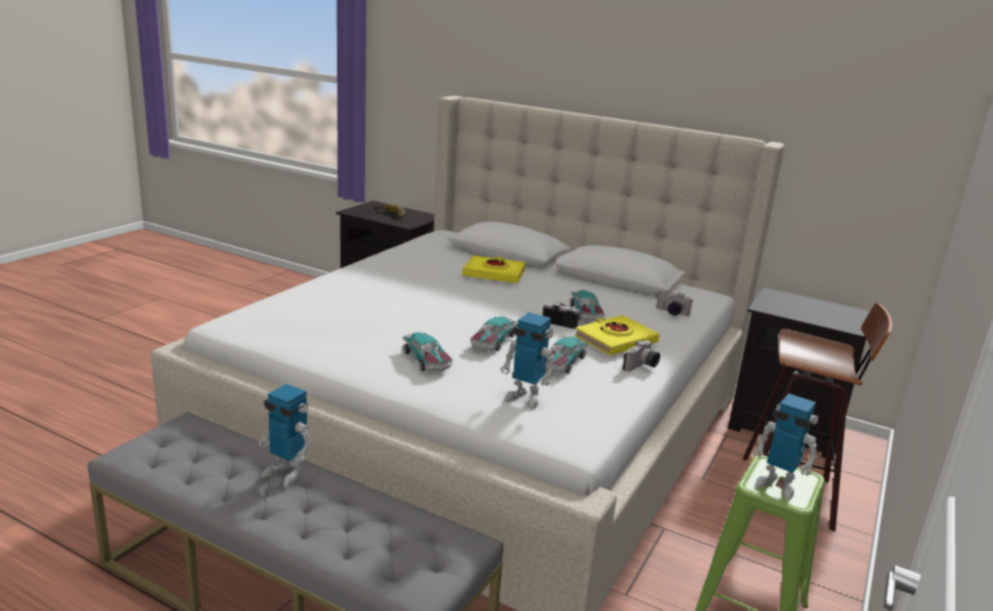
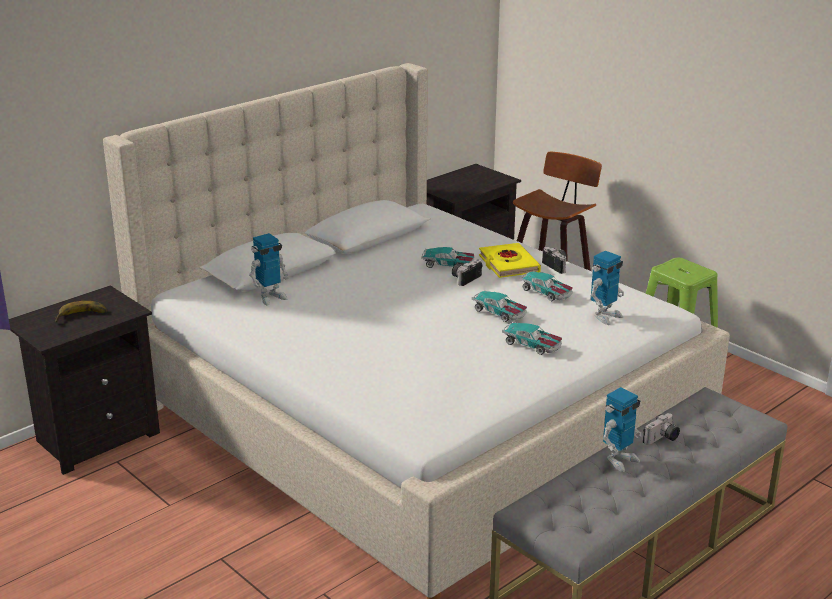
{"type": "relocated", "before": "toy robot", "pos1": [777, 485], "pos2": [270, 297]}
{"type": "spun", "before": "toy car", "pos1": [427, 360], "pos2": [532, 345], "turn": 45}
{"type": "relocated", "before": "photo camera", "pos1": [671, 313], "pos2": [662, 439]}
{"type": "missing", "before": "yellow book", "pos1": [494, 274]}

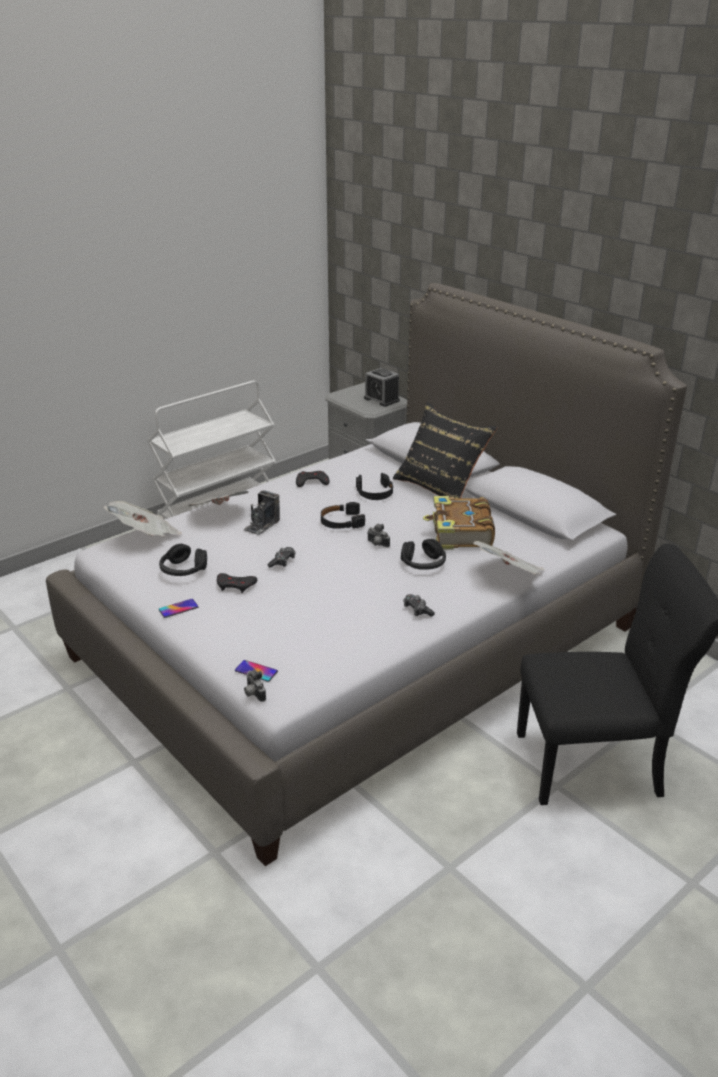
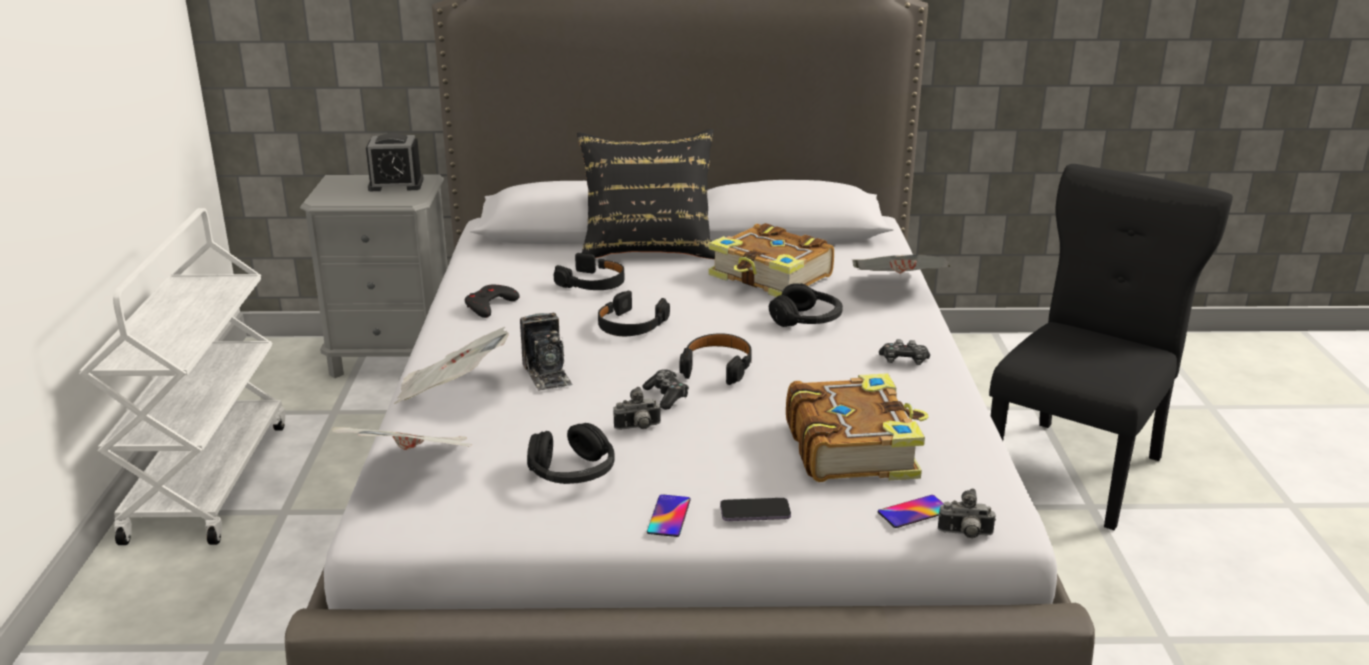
{"type": "relocated", "before": "photo camera", "pos1": [377, 544], "pos2": [638, 428]}
{"type": "appeared", "after": "black headphones", "pos2": [717, 366]}
{"type": "appeared", "after": "phone", "pos2": [755, 512]}
{"type": "appeared", "after": "book", "pos2": [852, 447]}
{"type": "missing", "before": "black game controller", "pos1": [235, 585]}

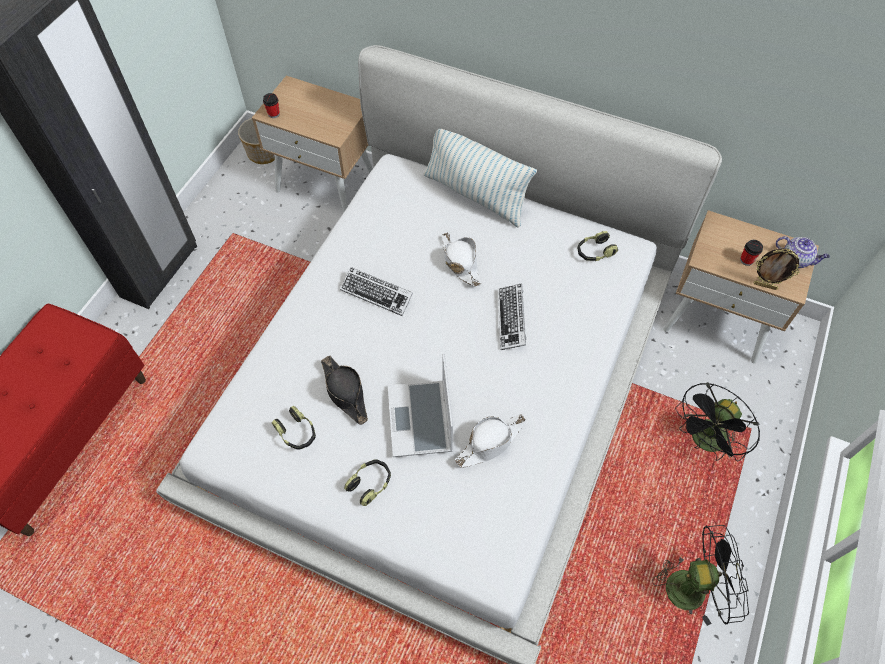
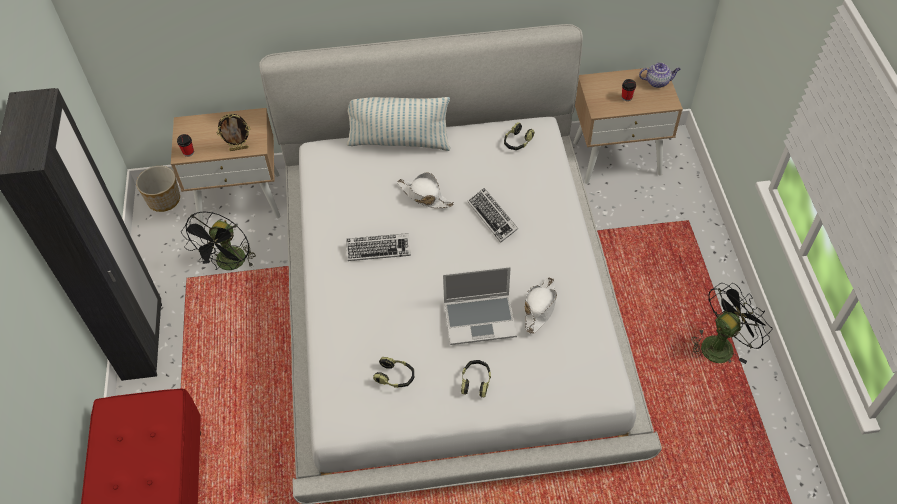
{"type": "relocated", "before": "black fan", "pos1": [705, 442], "pos2": [229, 265]}
{"type": "relocated", "before": "picture frame", "pos1": [765, 285], "pos2": [239, 148]}
{"type": "spun", "before": "laptop", "pos1": [421, 420], "pos2": [480, 319], "turn": -60}
{"type": "missing", "before": "black hat", "pos1": [345, 392]}

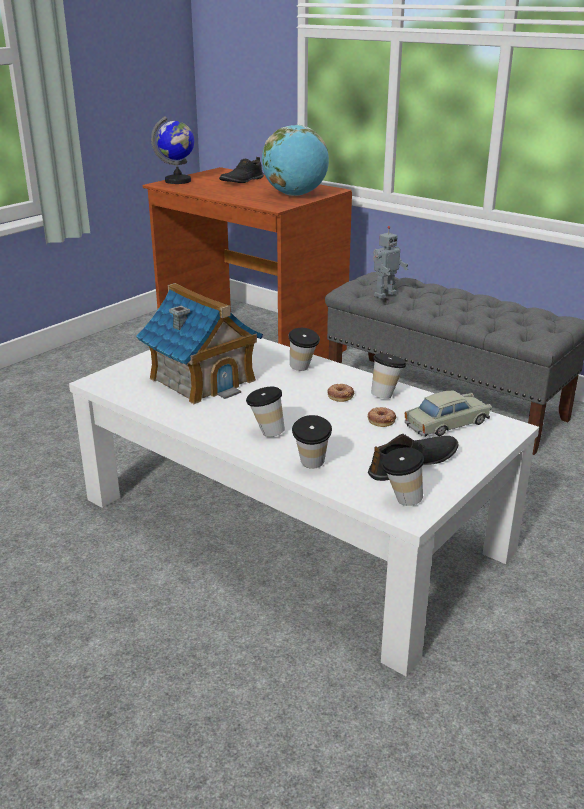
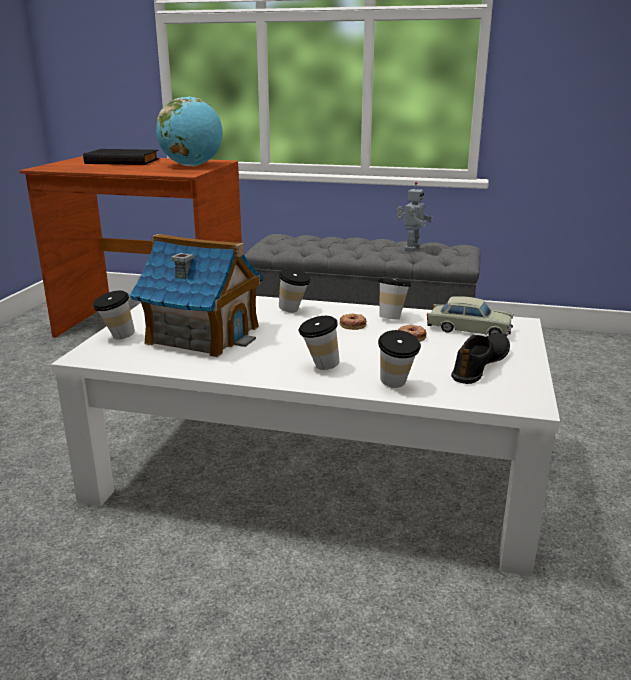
{"type": "exchanged", "before": "black shoe", "after": "black book", "pos1": [242, 181], "pos2": [123, 161]}
{"type": "relocated", "before": "cup", "pos1": [401, 501], "pos2": [116, 337]}
{"type": "relocated", "before": "toy robot", "pos1": [384, 294], "pos2": [411, 248]}
{"type": "spun", "before": "beige toy car", "pos1": [446, 424], "pos2": [468, 329], "turn": 75}
{"type": "missing", "before": "globe", "pos1": [178, 181]}

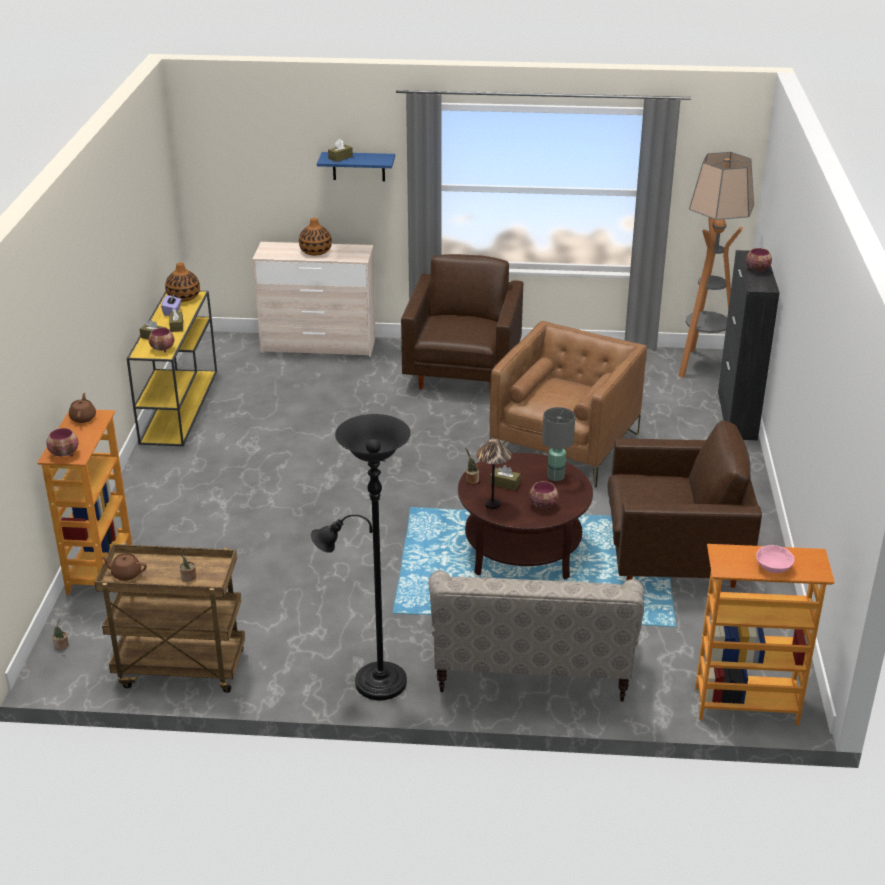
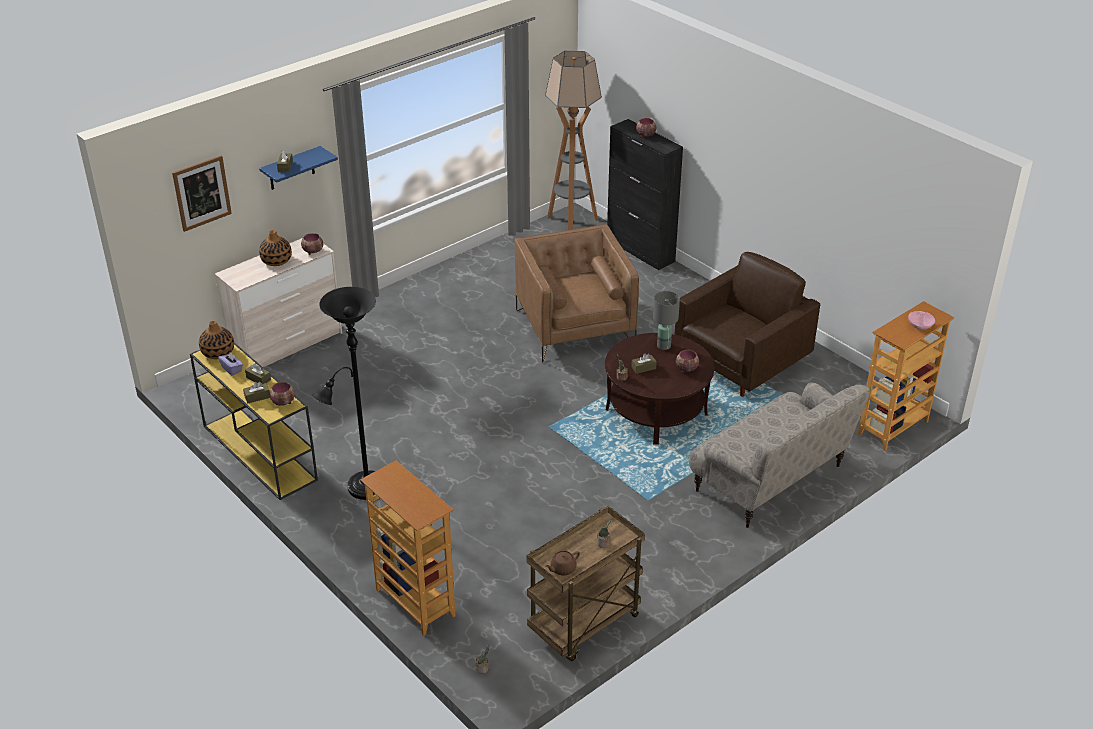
{"type": "appeared", "after": "picture", "pos2": [202, 193]}
{"type": "relocated", "before": "bowl", "pos1": [65, 454], "pos2": [313, 251]}
{"type": "relocated", "before": "black floor lamp", "pos1": [373, 682], "pos2": [362, 489]}
{"type": "missing", "before": "brown teapot", "pos1": [83, 418]}
{"type": "missing", "before": "brown armchair", "pos1": [463, 372]}
{"type": "missing", "before": "table lamp", "pos1": [492, 504]}

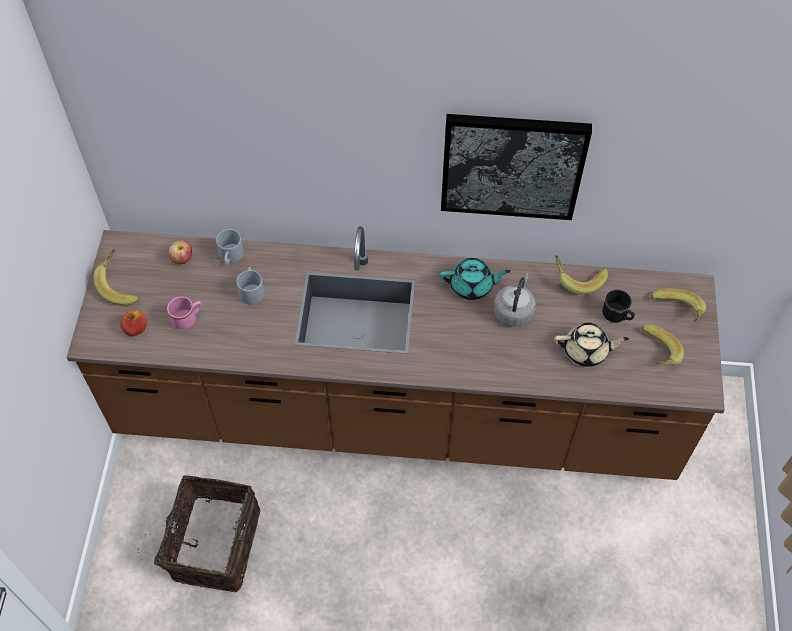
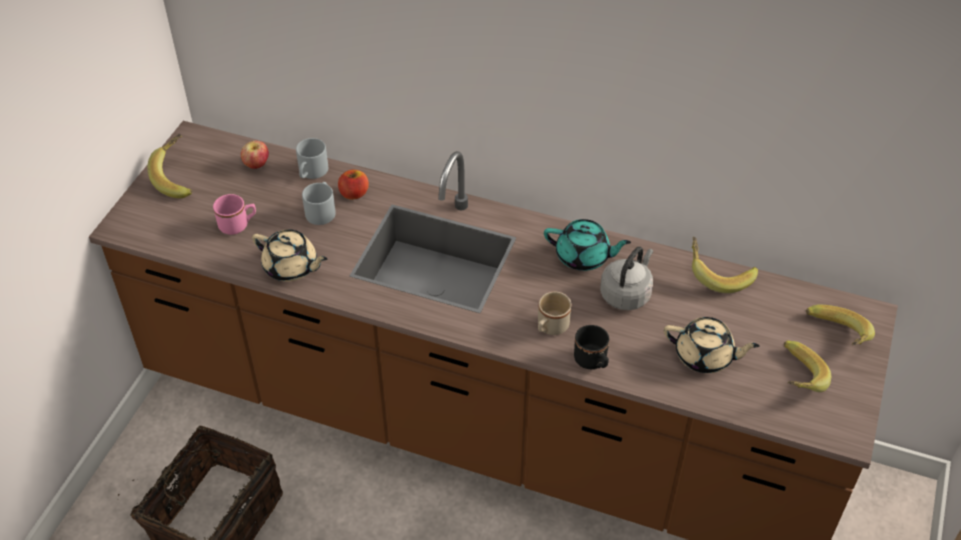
{"type": "appeared", "after": "beige teapot", "pos2": [291, 267]}
{"type": "relocated", "before": "apple", "pos1": [135, 329], "pos2": [354, 193]}
{"type": "appeared", "after": "beige mug", "pos2": [550, 328]}
{"type": "relocated", "before": "black mug", "pos1": [617, 316], "pos2": [592, 362]}
{"type": "missing", "before": "picture", "pos1": [512, 165]}

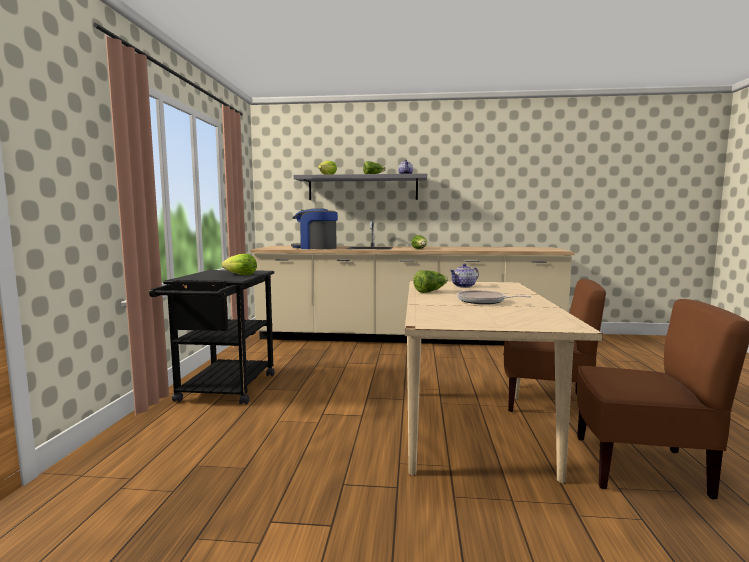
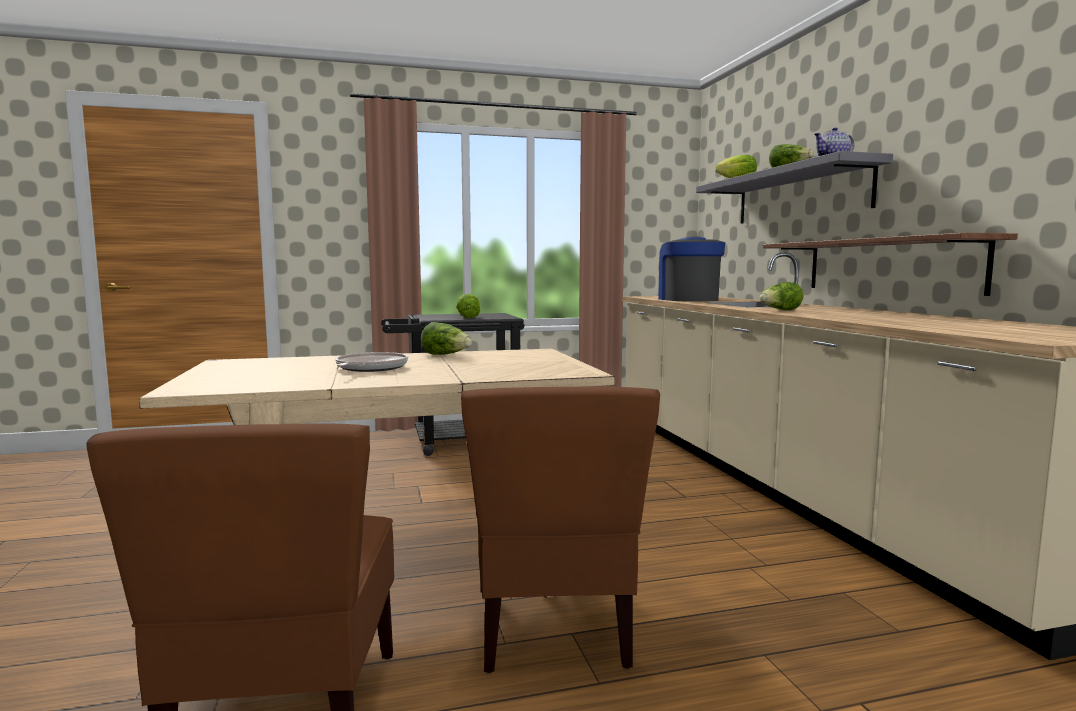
{"type": "appeared", "after": "shelf", "pos2": [888, 265]}
{"type": "missing", "before": "teapot", "pos1": [464, 286]}

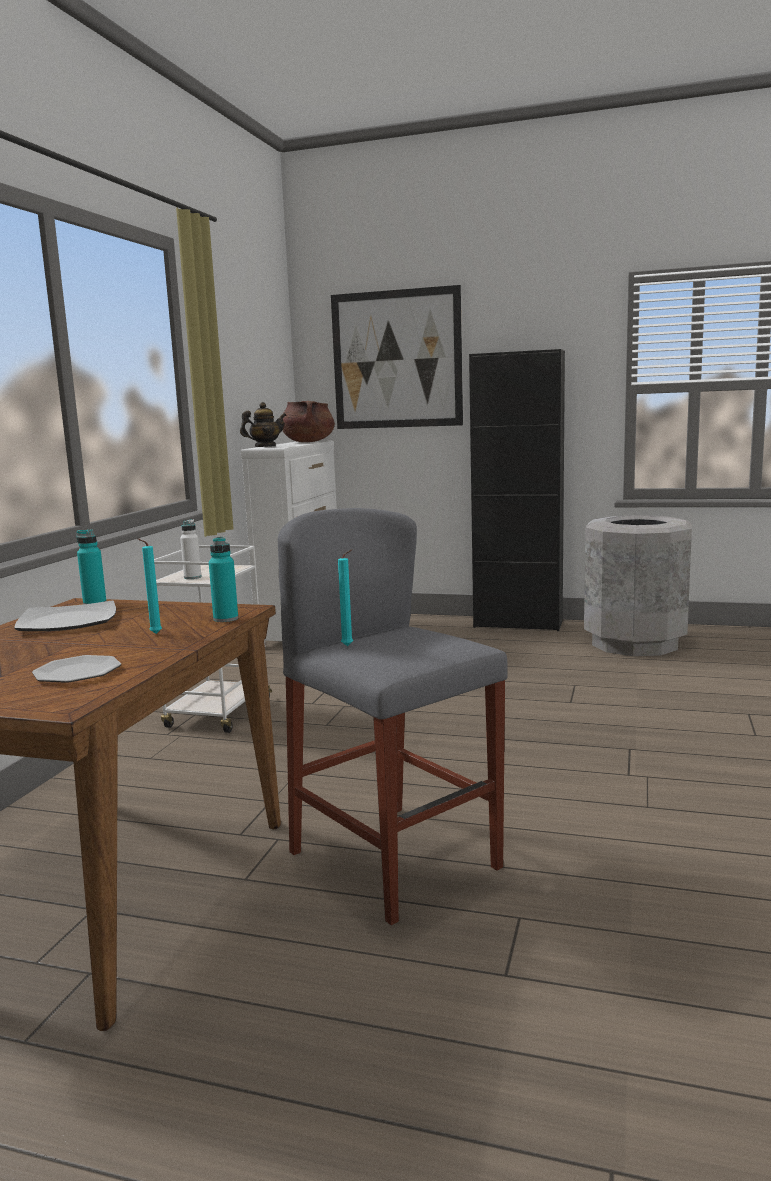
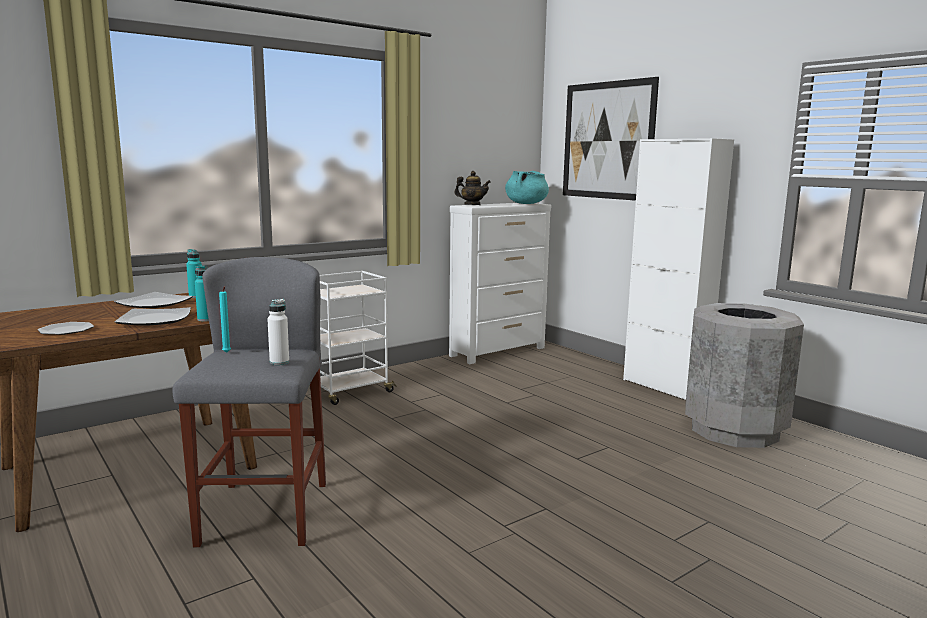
{"type": "exchanged", "before": "turquoise candle", "after": "plate", "pos1": [154, 634], "pos2": [154, 319]}
{"type": "relocated", "before": "white bottle", "pos1": [192, 577], "pos2": [279, 362]}
{"type": "colour", "before": "brown cooking pot", "after": "turquoise cooking pot", "pos1": [308, 442], "pos2": [526, 204]}
{"type": "colour", "before": "black cabinet", "after": "white cabinet", "pos1": [518, 624], "pos2": [664, 386]}

